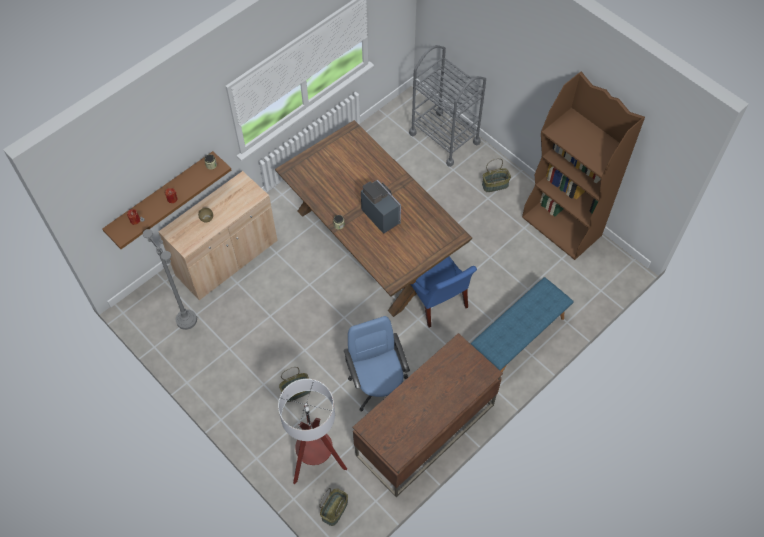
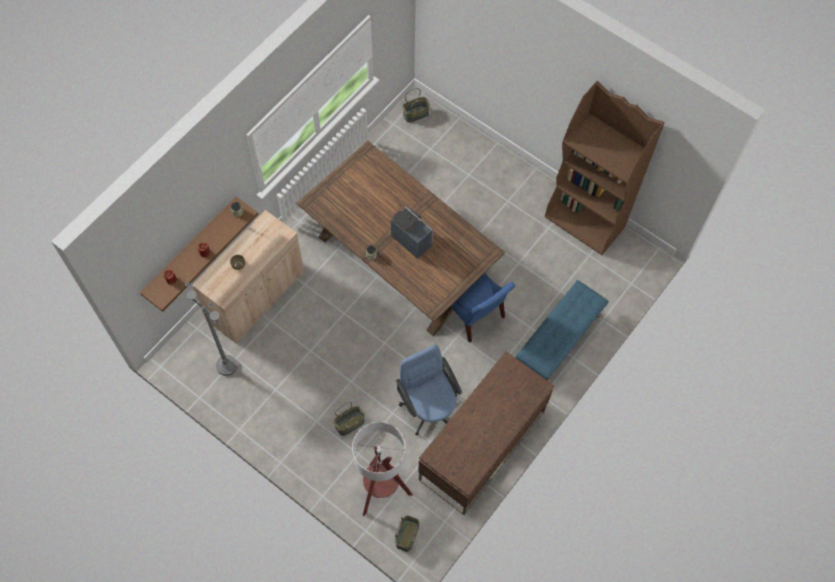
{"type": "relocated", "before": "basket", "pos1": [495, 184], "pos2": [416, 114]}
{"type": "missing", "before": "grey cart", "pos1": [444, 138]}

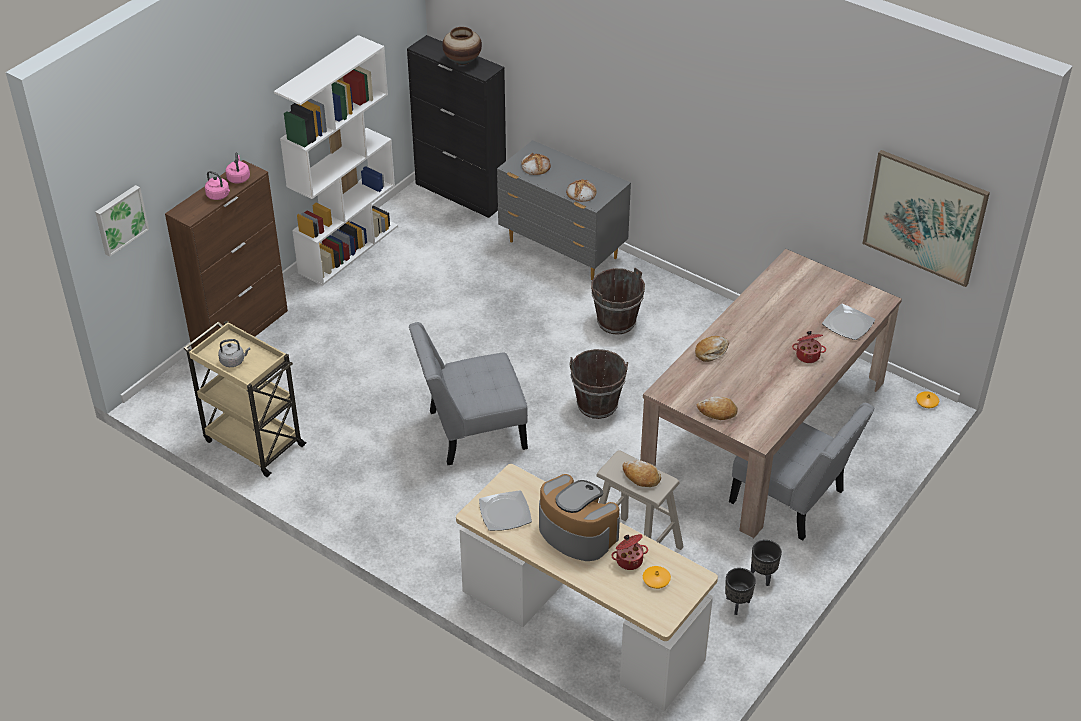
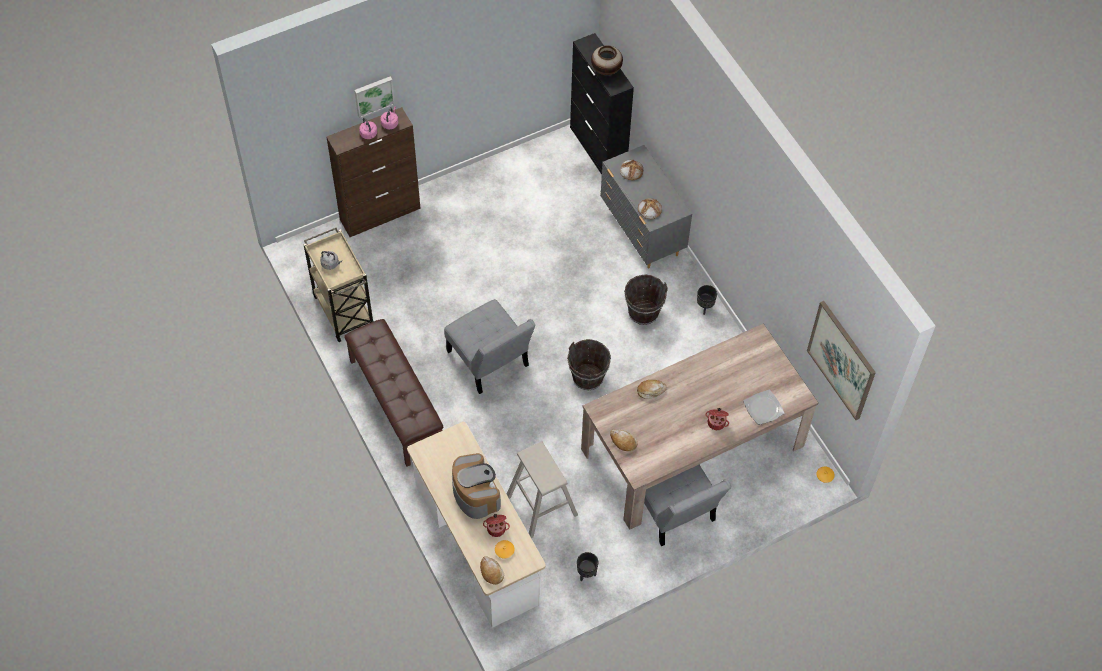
{"type": "appeared", "after": "brown bench", "pos2": [395, 404]}
{"type": "relocated", "before": "picture", "pos1": [120, 219], "pos2": [373, 95]}
{"type": "spun", "before": "grey chair", "pos1": [471, 431], "pos2": [490, 362], "turn": -135}
{"type": "relocated", "before": "bread", "pos1": [641, 477], "pos2": [491, 572]}
{"type": "relocated", "before": "black planter", "pos1": [763, 576], "pos2": [704, 307]}
{"type": "missing", "before": "white bookcase", "pos1": [348, 248]}
{"type": "missing", "before": "plate", "pos1": [504, 512]}

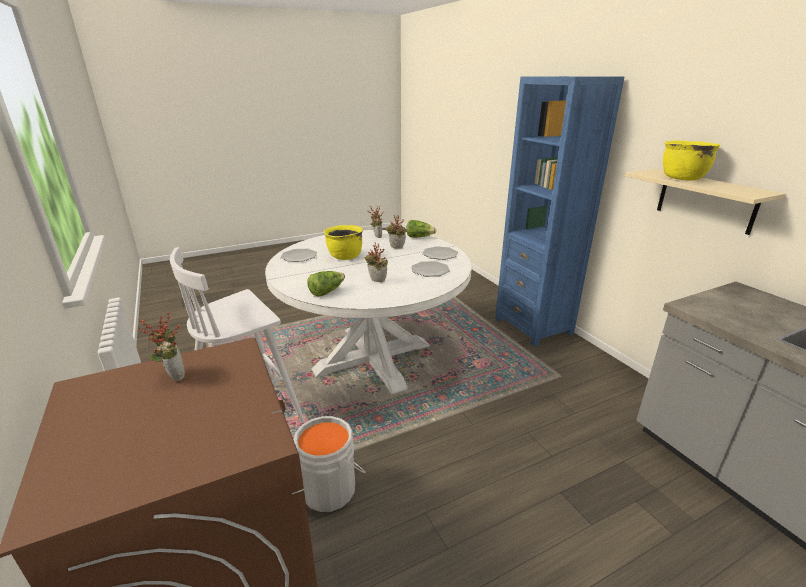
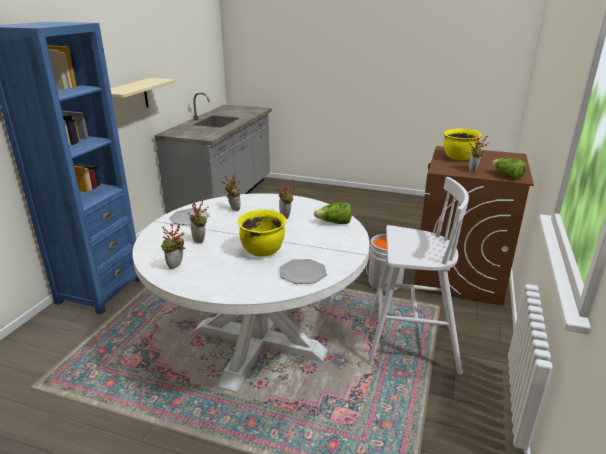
{"type": "exchanged", "before": "plate", "after": "potted plant", "pos1": [430, 270], "pos2": [233, 209]}
{"type": "relocated", "before": "yellow cooking pot", "pos1": [682, 178], "pos2": [459, 158]}
{"type": "relocated", "before": "lettuce", "pos1": [419, 237], "pos2": [506, 176]}

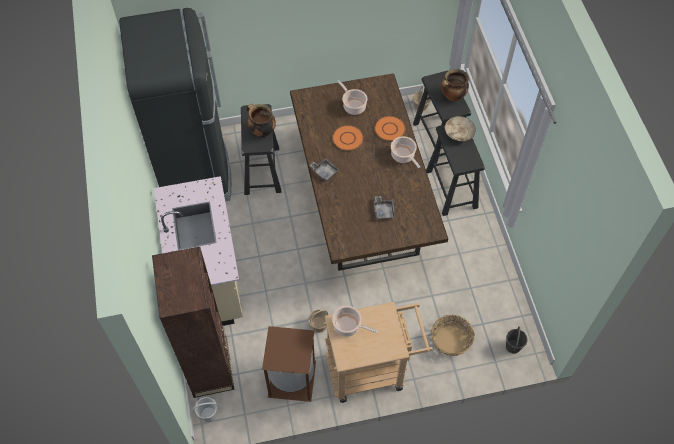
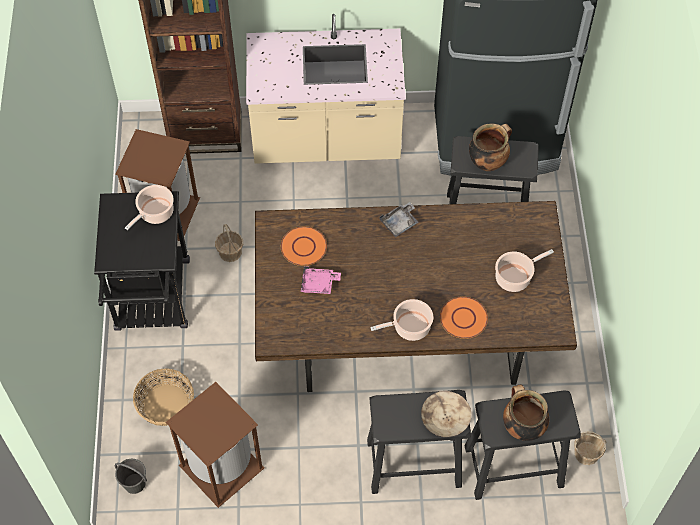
{"type": "colour", "before": "beige cart", "after": "black cart", "pos1": [372, 369], "pos2": [152, 302]}
{"type": "appeared", "after": "brown trash can", "pos2": [220, 467]}
{"type": "relocated", "before": "orange plate", "pos1": [347, 138], "pos2": [304, 247]}
{"type": "colour", "before": "grey tray", "after": "pink tray", "pos1": [383, 211], "pos2": [319, 284]}
{"type": "missing", "before": "white bucket", "pos1": [208, 414]}

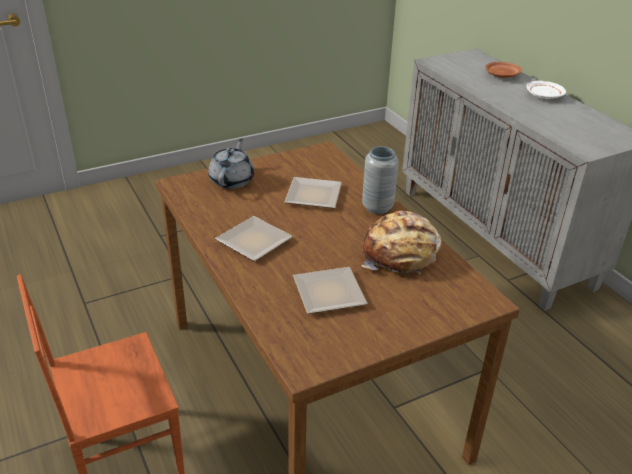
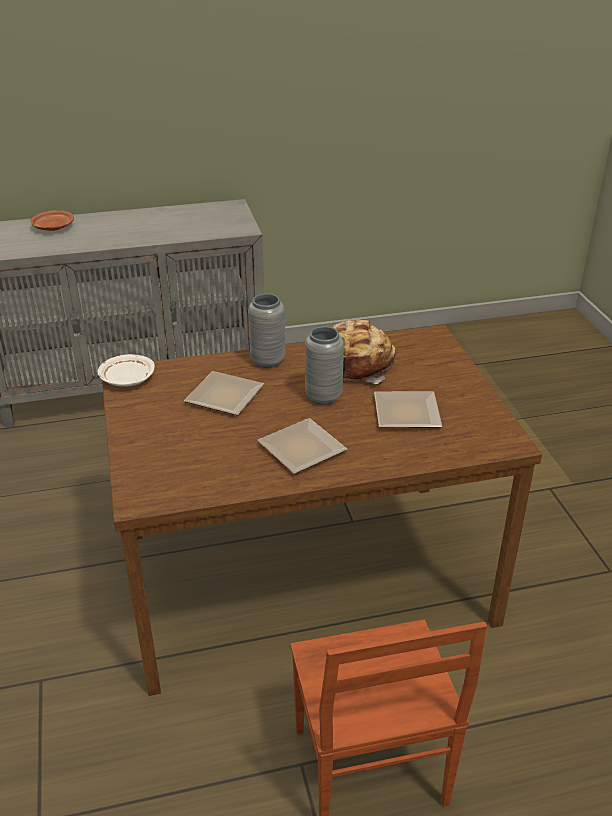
{"type": "relocated", "before": "white plate", "pos1": [543, 96], "pos2": [127, 379]}
{"type": "appeared", "after": "grey vase", "pos2": [323, 397]}
{"type": "missing", "before": "grey teapot", "pos1": [232, 180]}

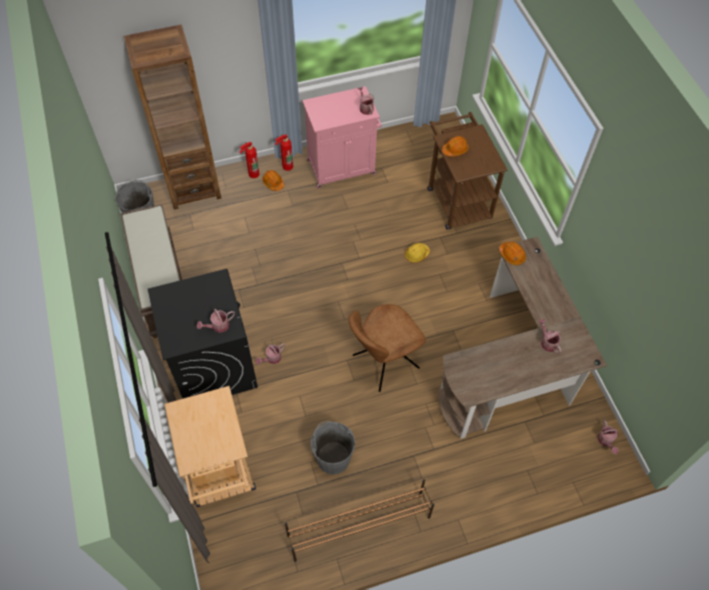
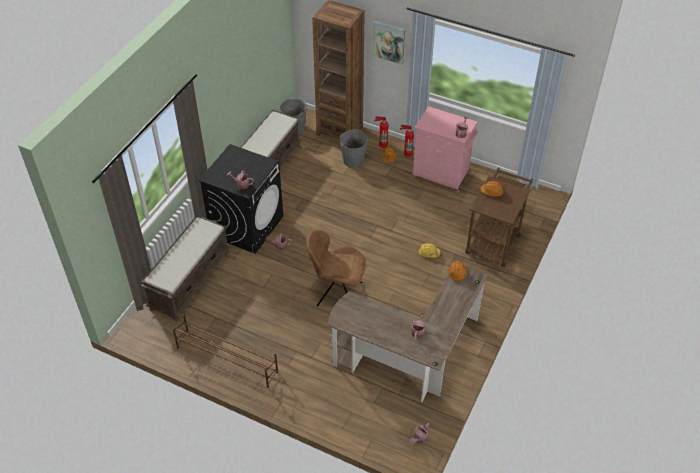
{"type": "exchanged", "before": "beige cart", "after": "brown bench", "pos1": [221, 474], "pos2": [190, 279]}
{"type": "relocated", "before": "grey bucket", "pos1": [333, 458], "pos2": [353, 160]}
{"type": "appeared", "after": "picture", "pos2": [389, 41]}

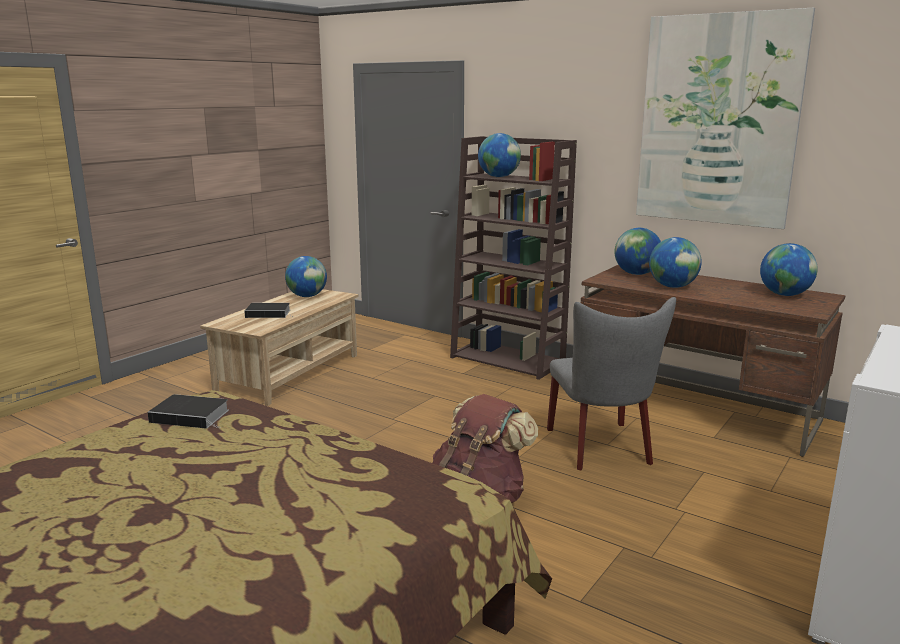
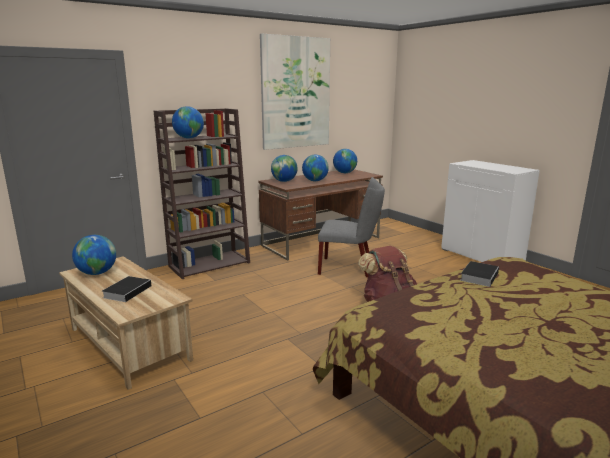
{"type": "relocated", "before": "book", "pos1": [192, 416], "pos2": [479, 276]}

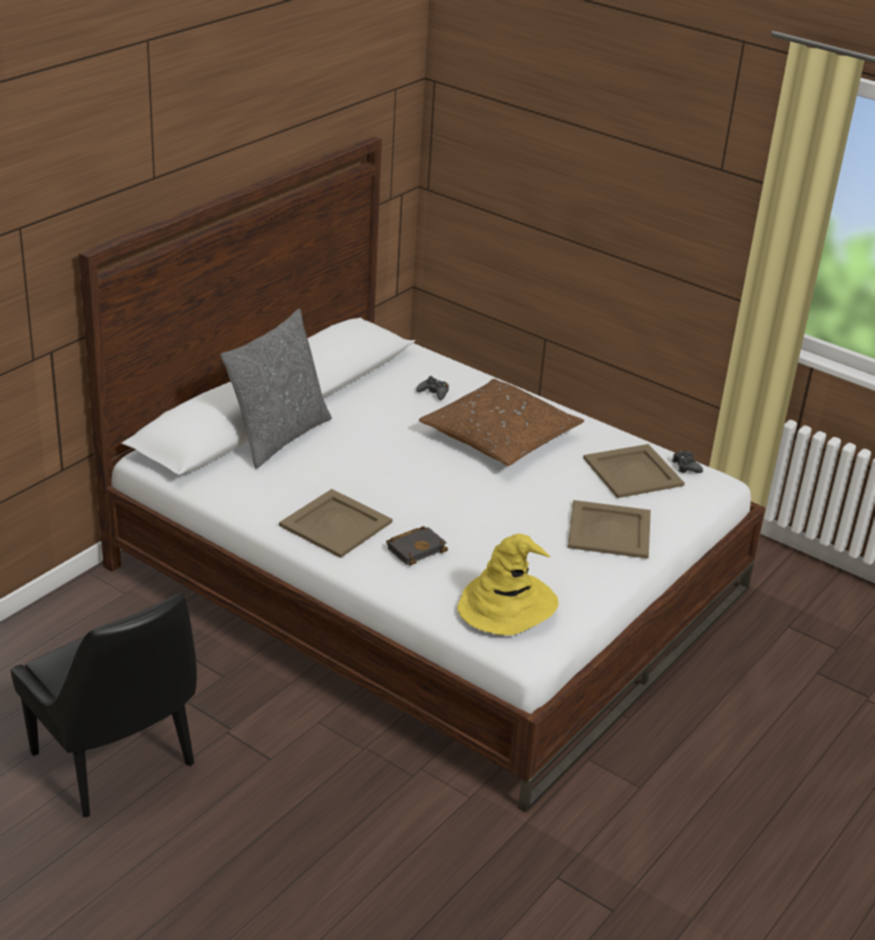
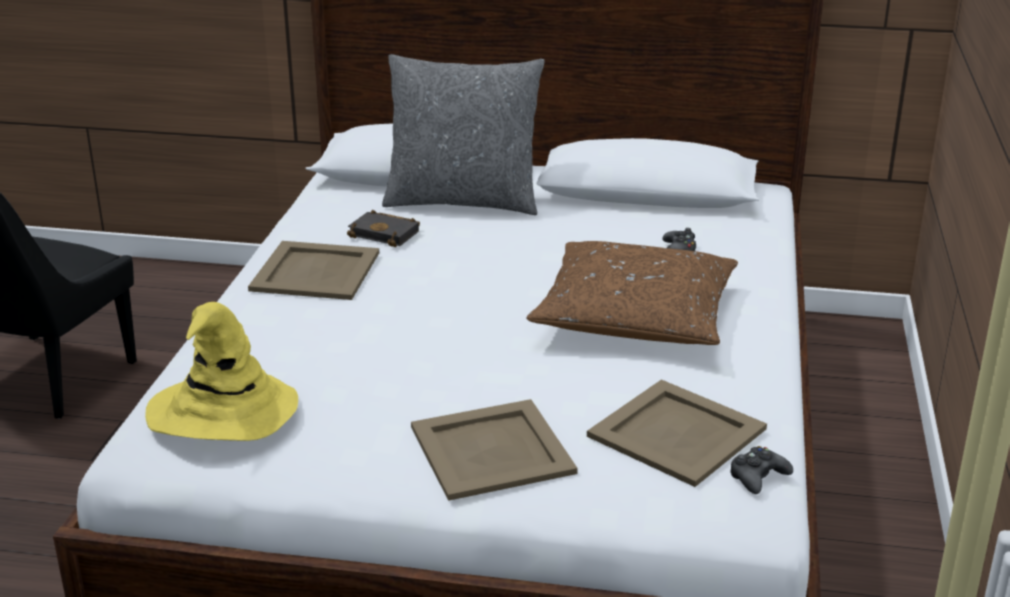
{"type": "relocated", "before": "black book", "pos1": [416, 548], "pos2": [386, 233]}

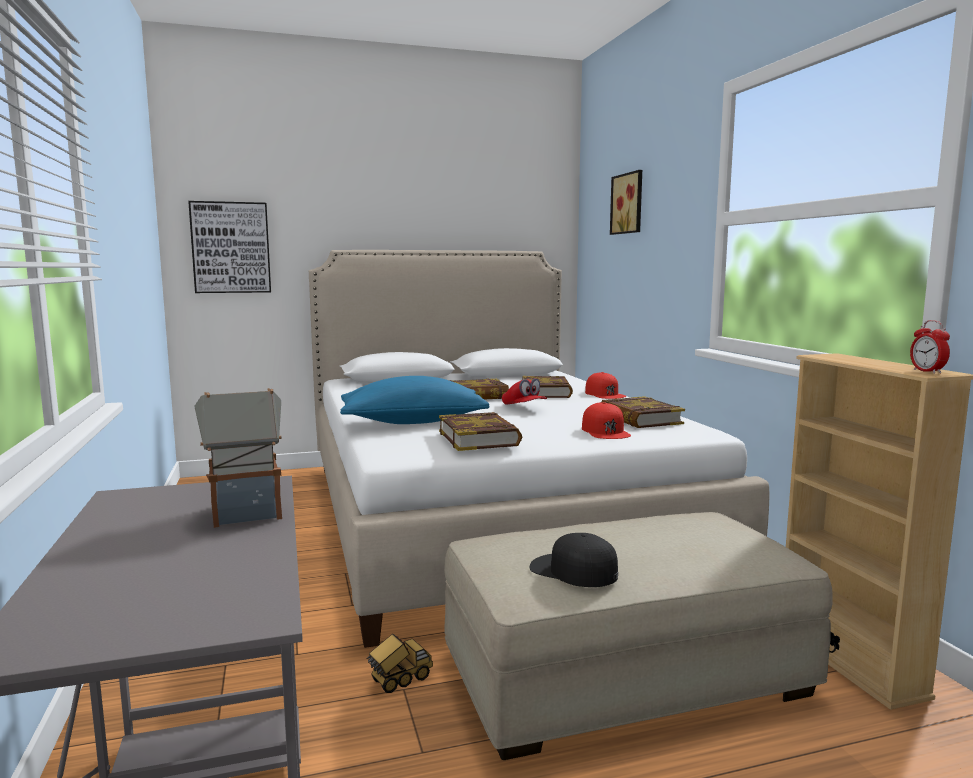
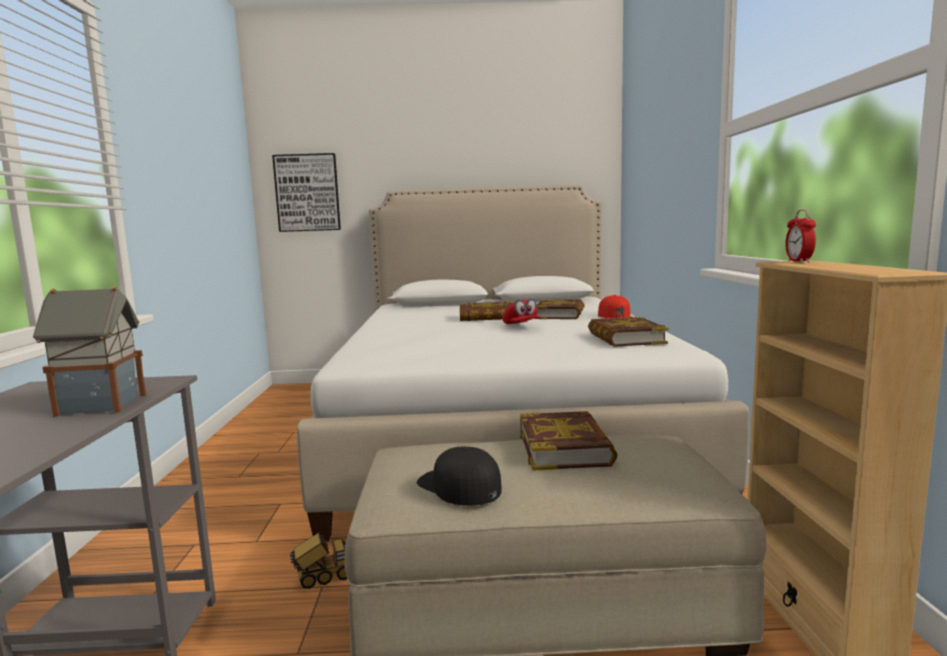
{"type": "relocated", "before": "book", "pos1": [479, 438], "pos2": [565, 448]}
{"type": "relocated", "before": "alarm clock", "pos1": [927, 371], "pos2": [798, 261]}
{"type": "missing", "before": "blue pillow", "pos1": [413, 422]}
{"type": "missing", "before": "red cap", "pos1": [605, 431]}
{"type": "missing", "before": "picture", "pos1": [629, 203]}

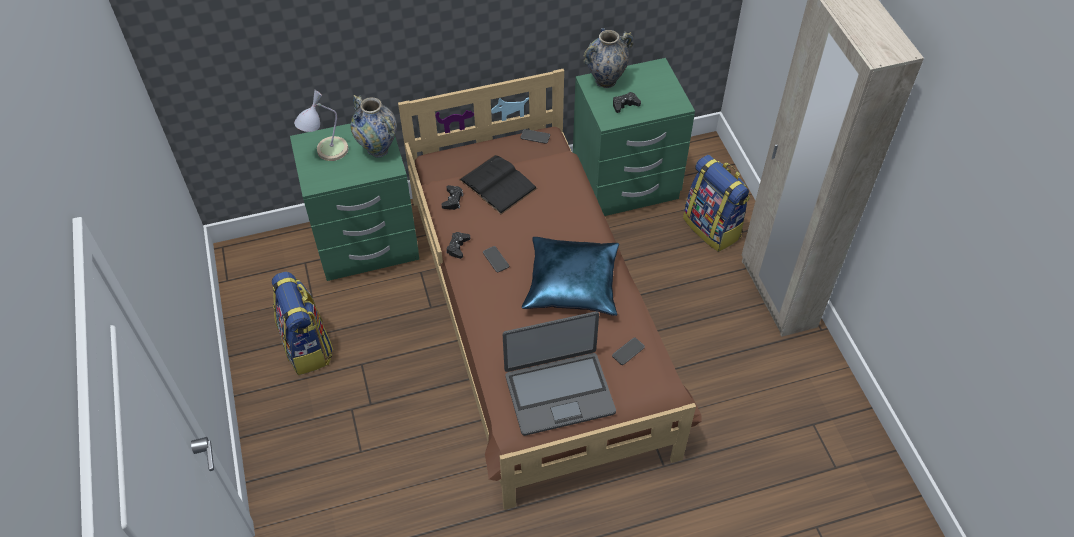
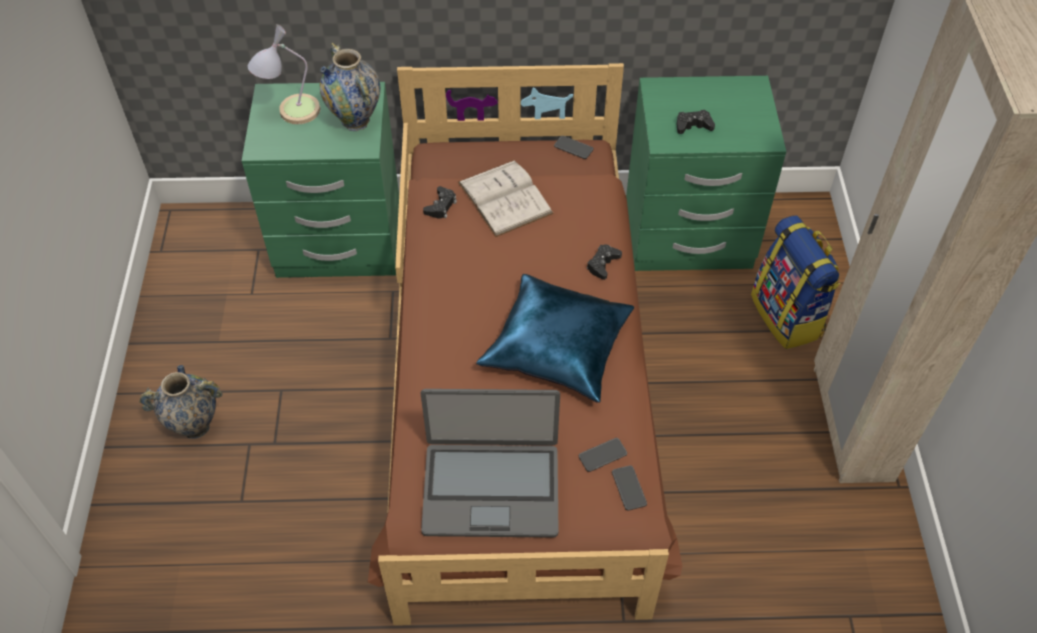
{"type": "relocated", "before": "vase", "pos1": [605, 81], "pos2": [195, 426]}
{"type": "colour", "before": "black book", "after": "white book", "pos1": [497, 184], "pos2": [504, 198]}
{"type": "relocated", "before": "black game controller", "pos1": [458, 247], "pos2": [603, 264]}
{"type": "relocated", "before": "phone", "pos1": [495, 259], "pos2": [629, 488]}
{"type": "missing", "before": "backpack", "pos1": [308, 347]}

